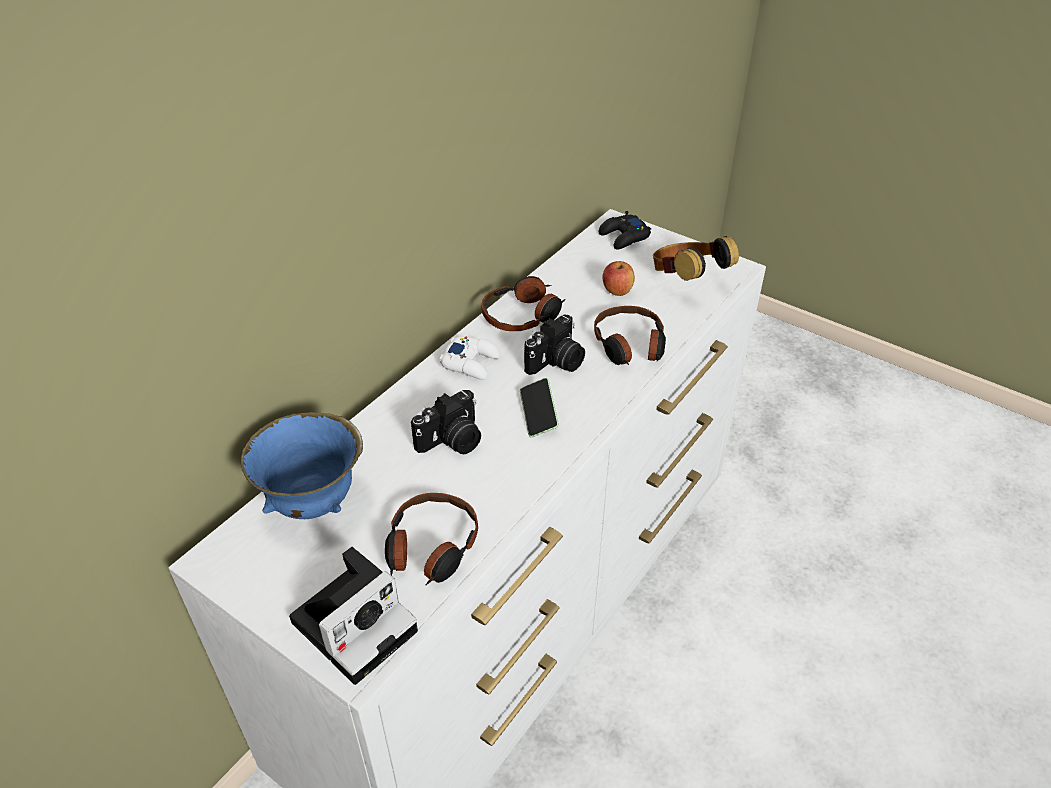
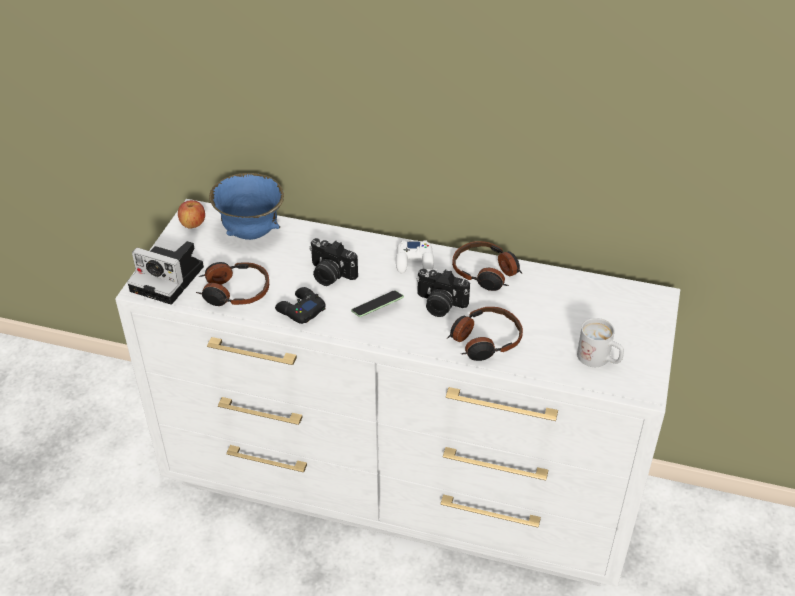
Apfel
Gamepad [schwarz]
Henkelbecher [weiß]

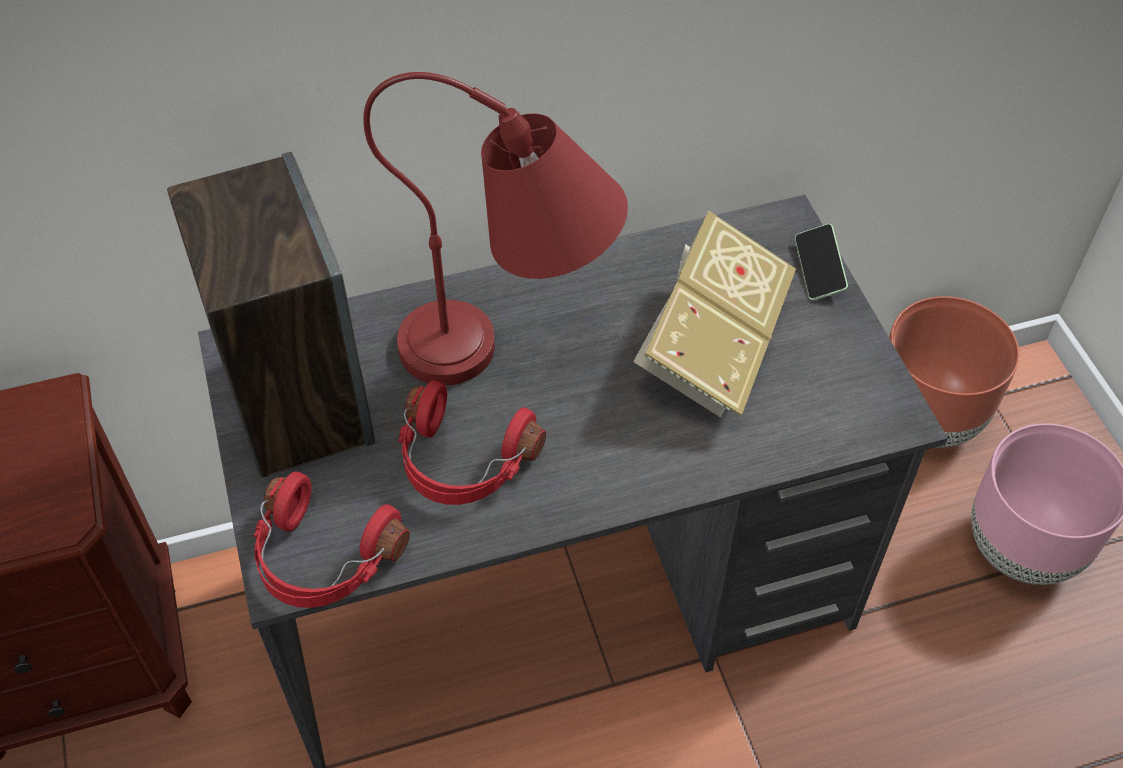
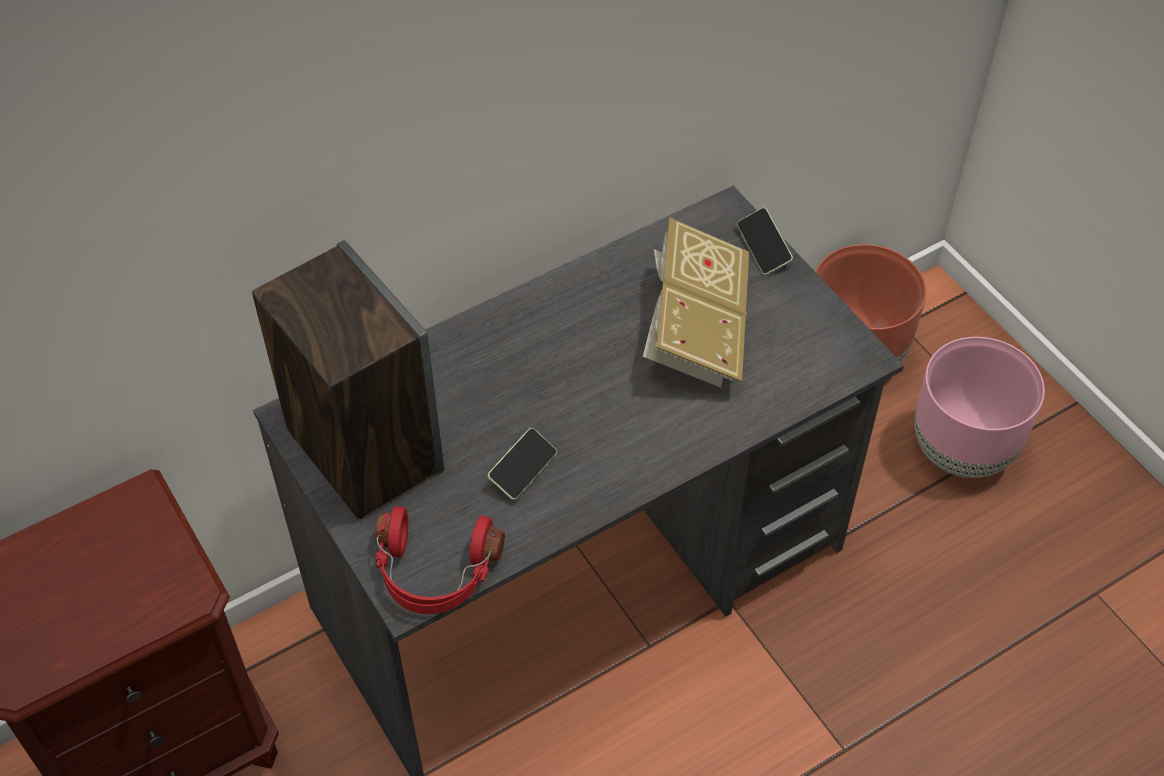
Handy (1st from left)
Tischlampe [rot]

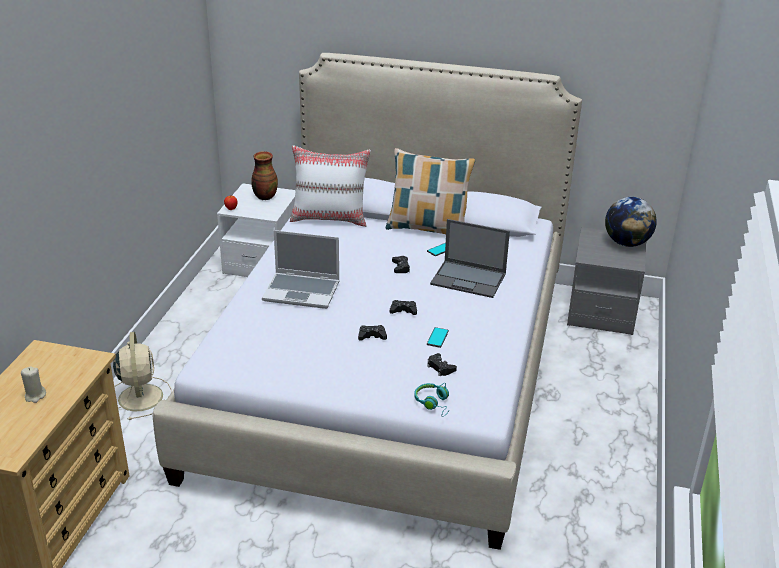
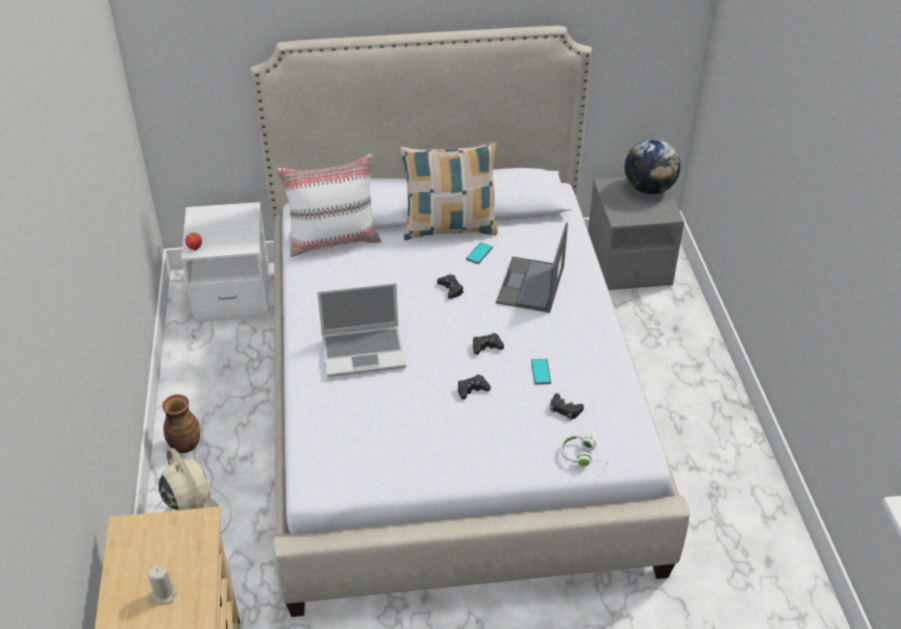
Vase
Laptop (2nd from left)
Kopfhörer [weiß]

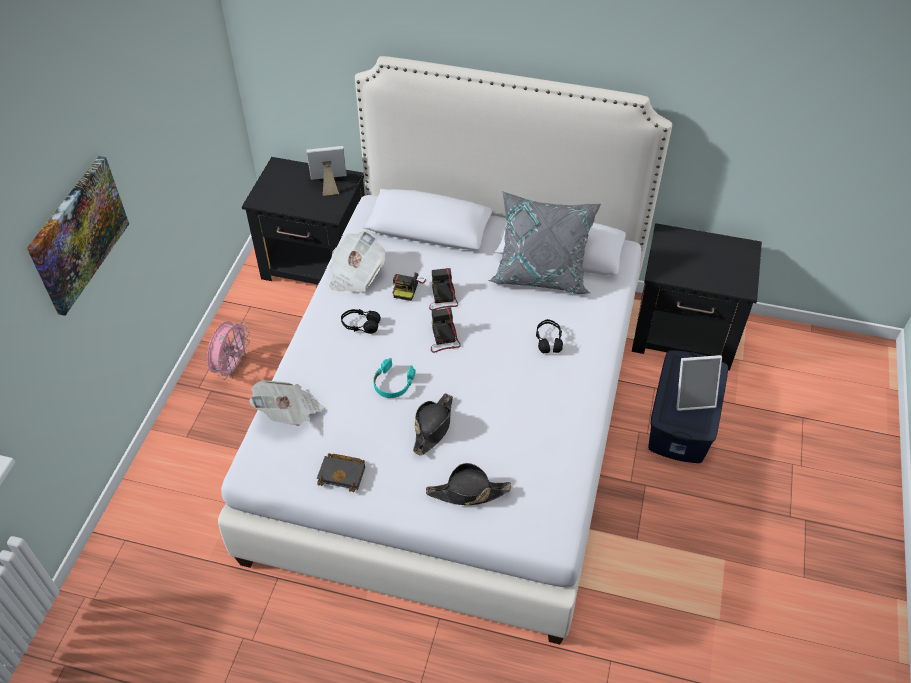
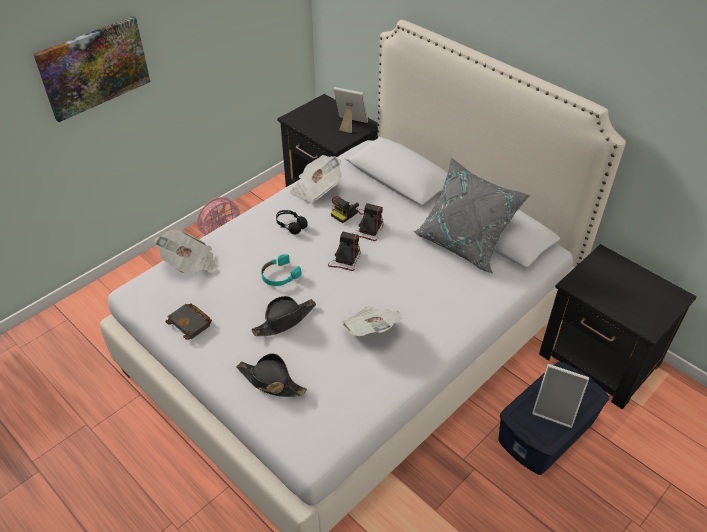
Zeitung (3rd from left)
Kopfhörer [schwarz] (2nd from left in the first image)

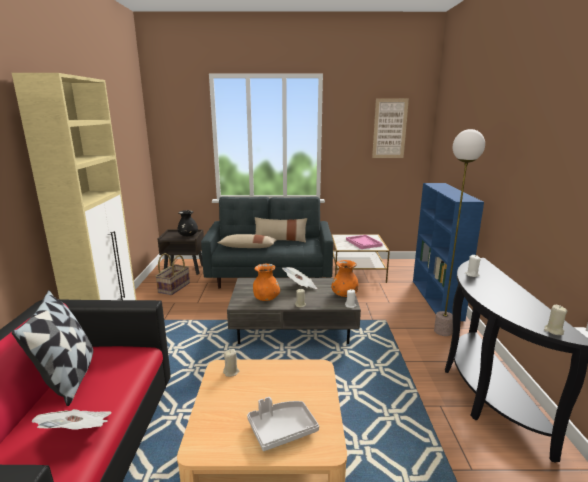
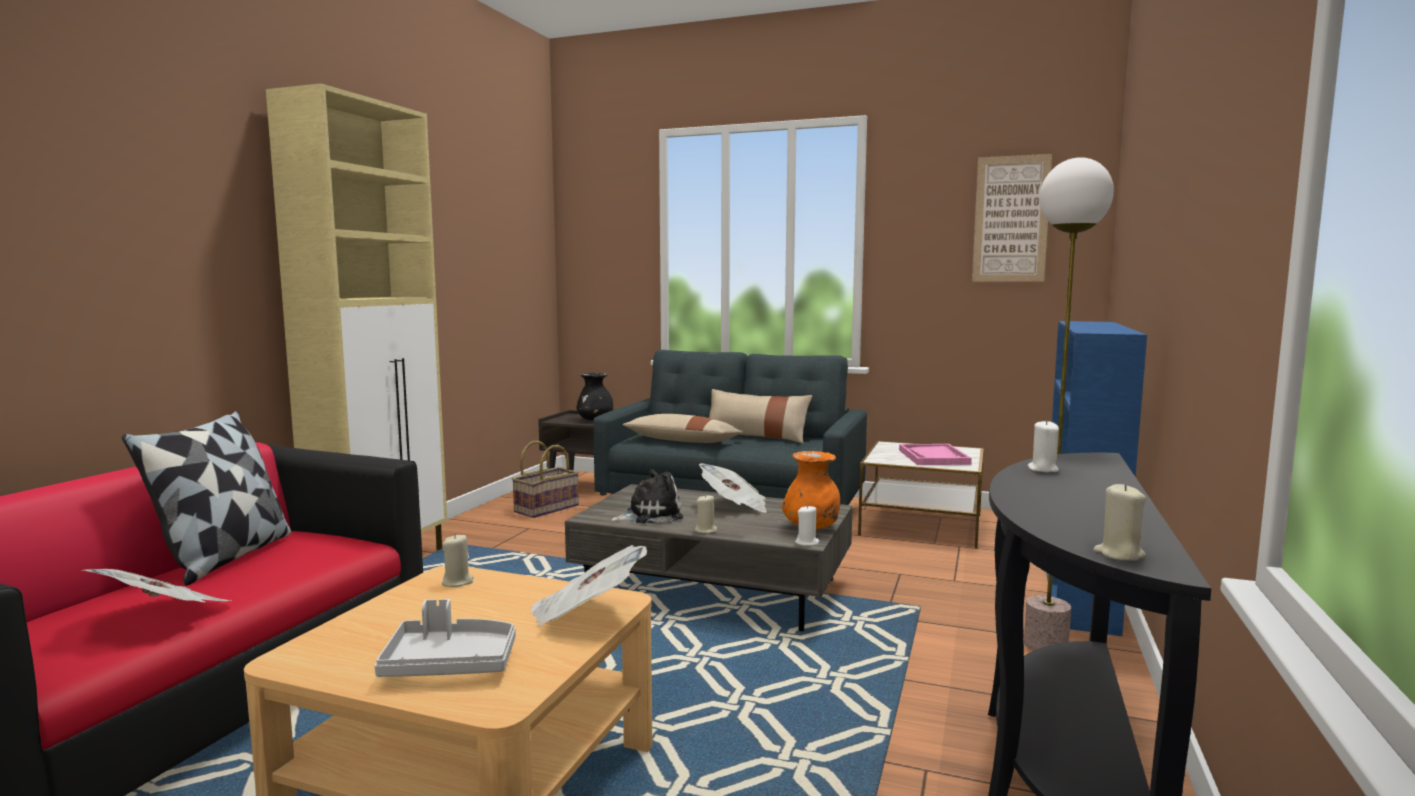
Zeitung (2nd from left)
Plüschtier

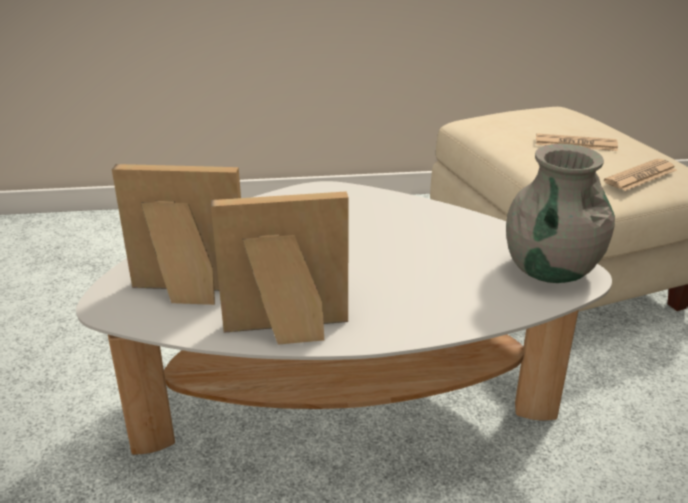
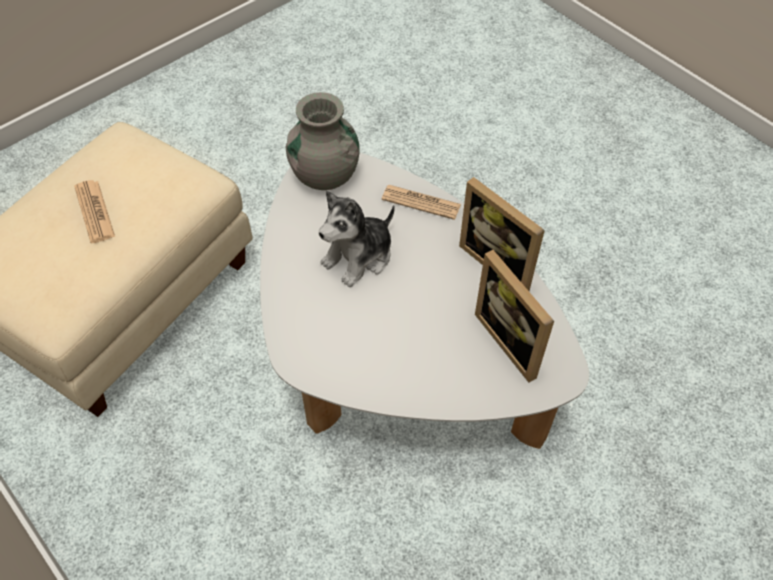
Plüschtier
Zeitung (2nd from left)

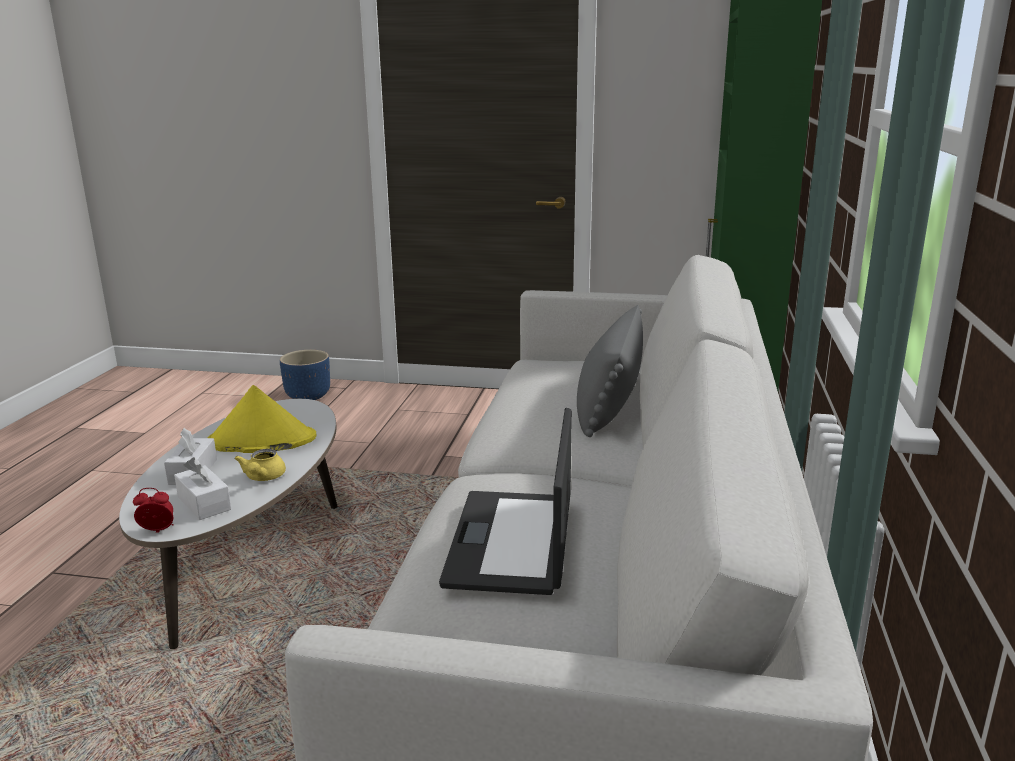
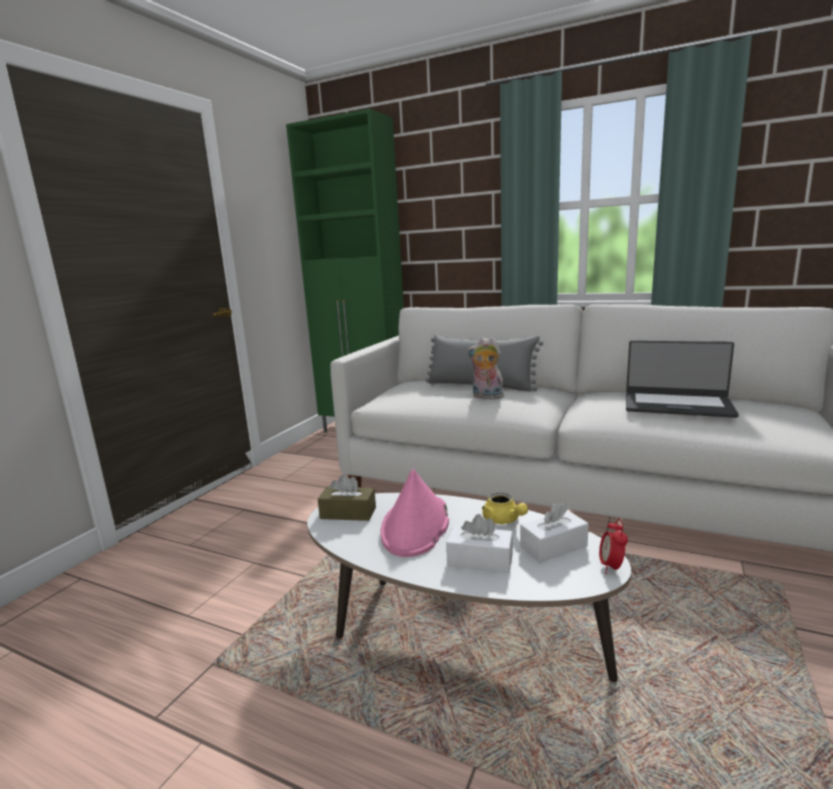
Taschentuchbox [braun]
Hut [rosa]
Plüschtier
Teekanne [gelb]
Pflanzkübel [blau]

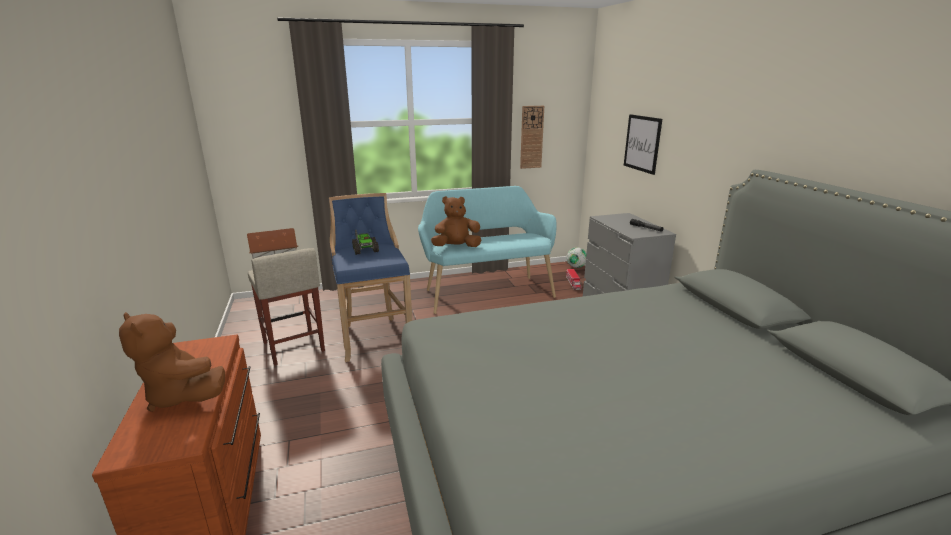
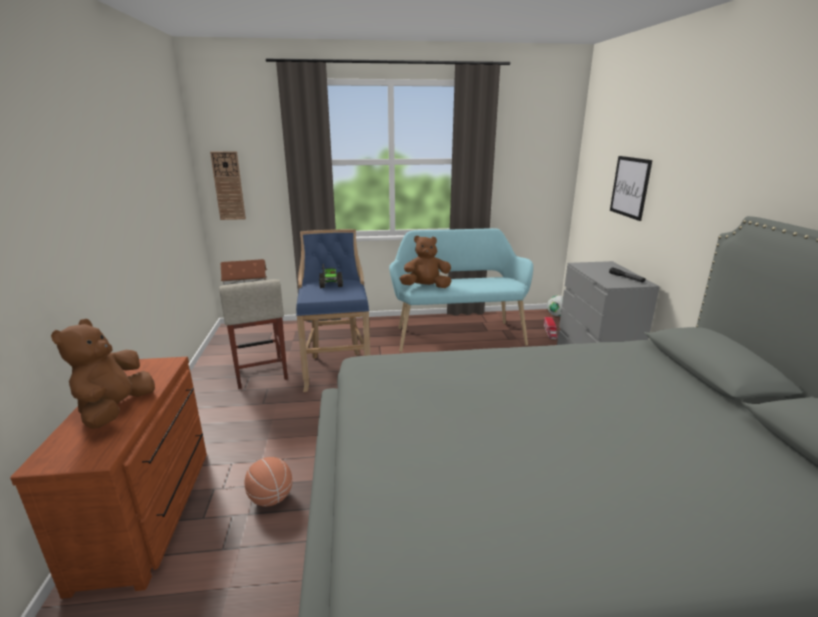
Plüschtier [braun] (1st from left)
Wanduhr
Basketball

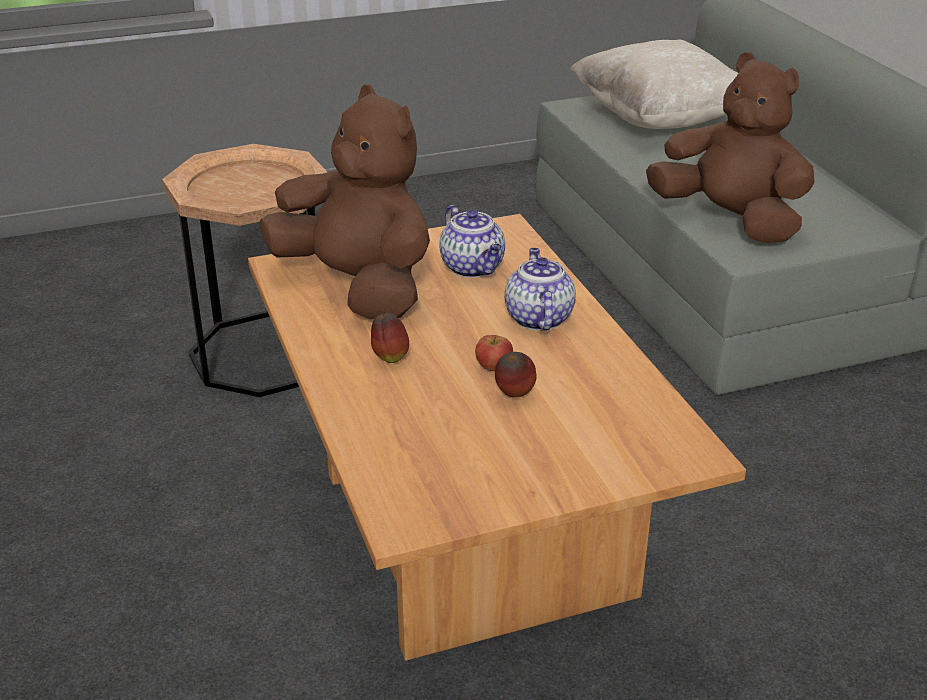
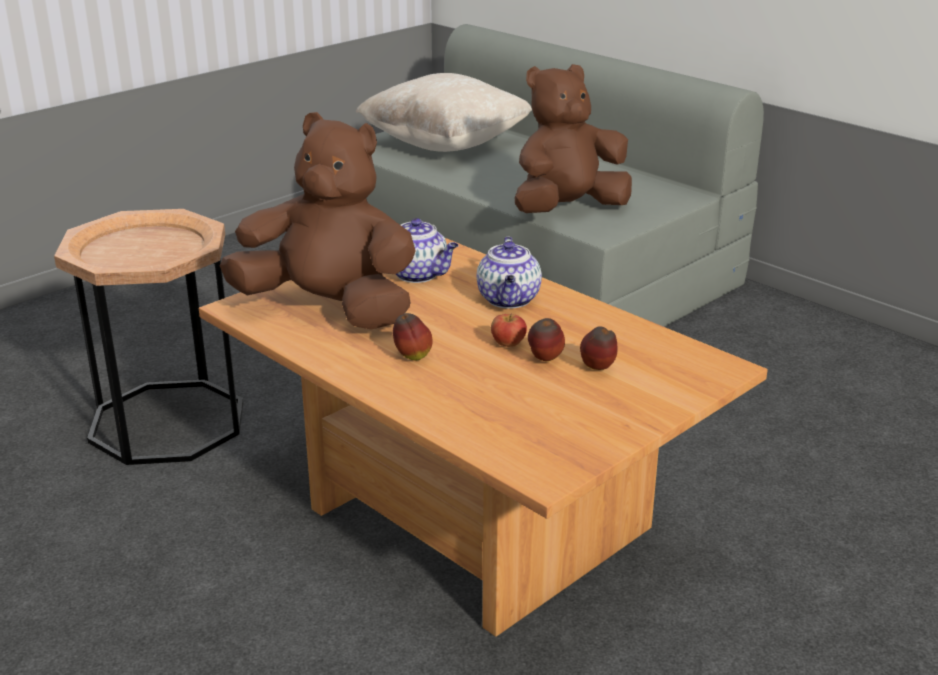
Teekanne (2nd from left)
Plüschtier [braun] (2nd from left)
Apfel (4th from left)

